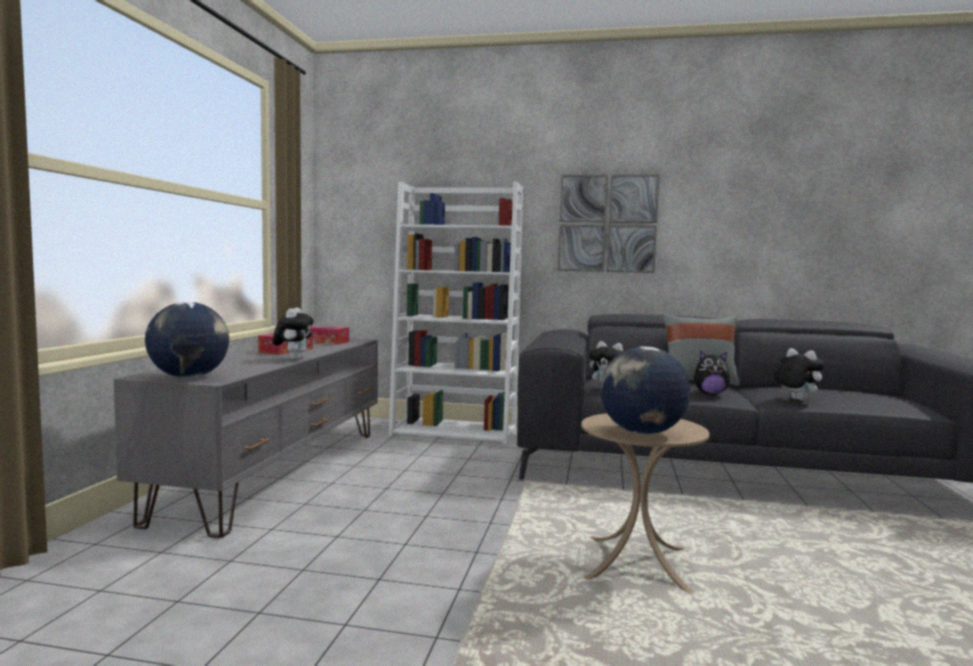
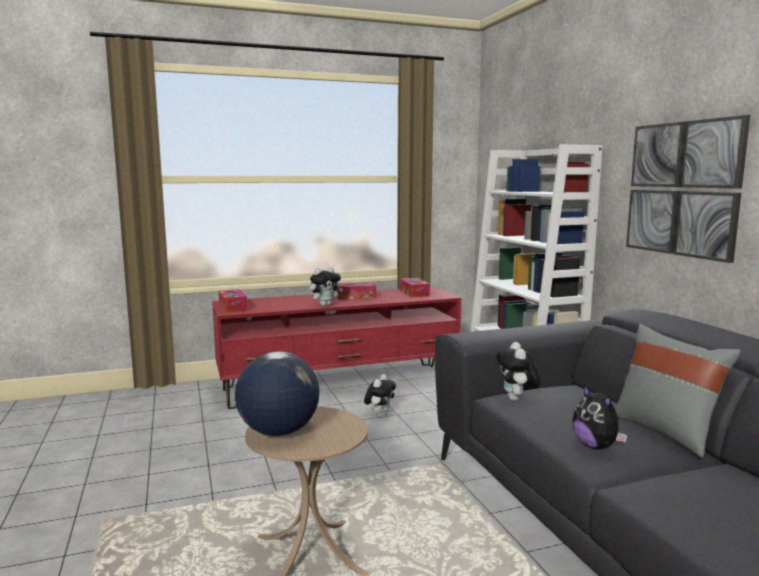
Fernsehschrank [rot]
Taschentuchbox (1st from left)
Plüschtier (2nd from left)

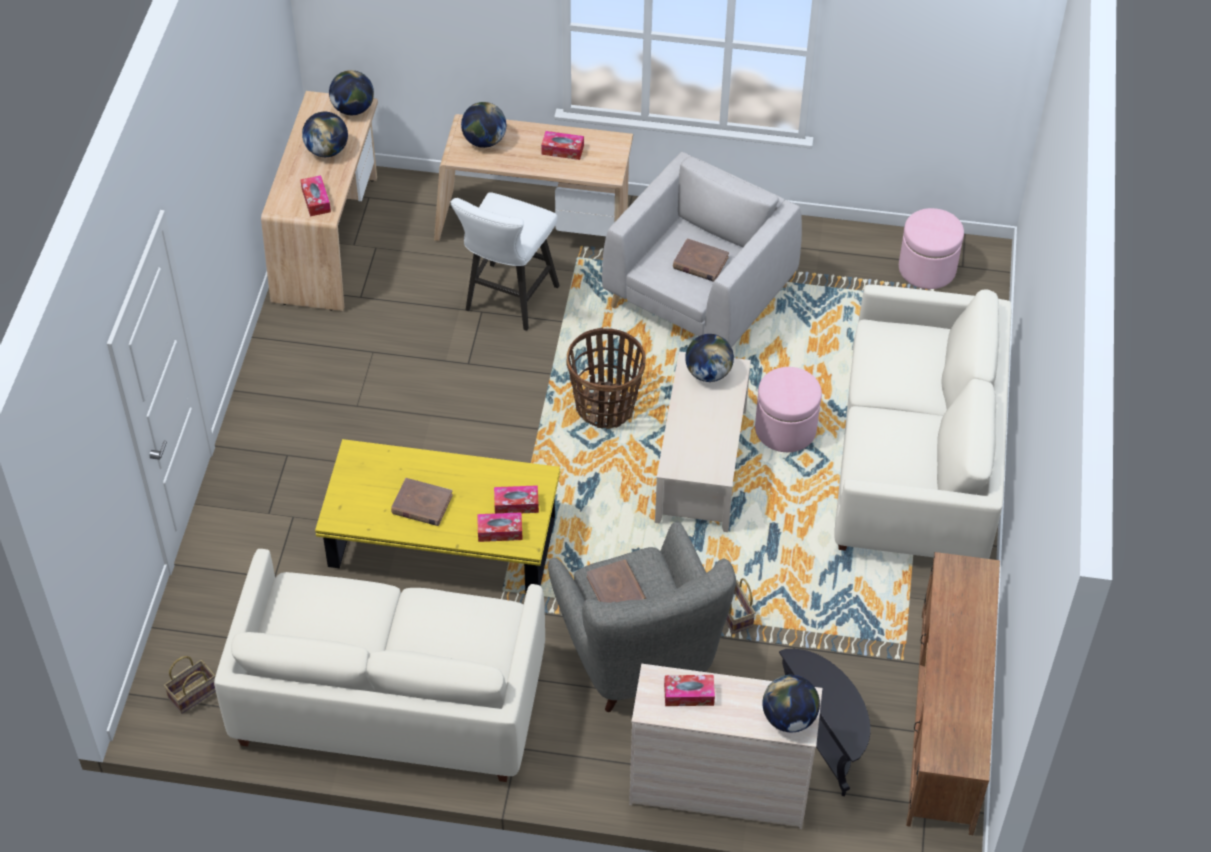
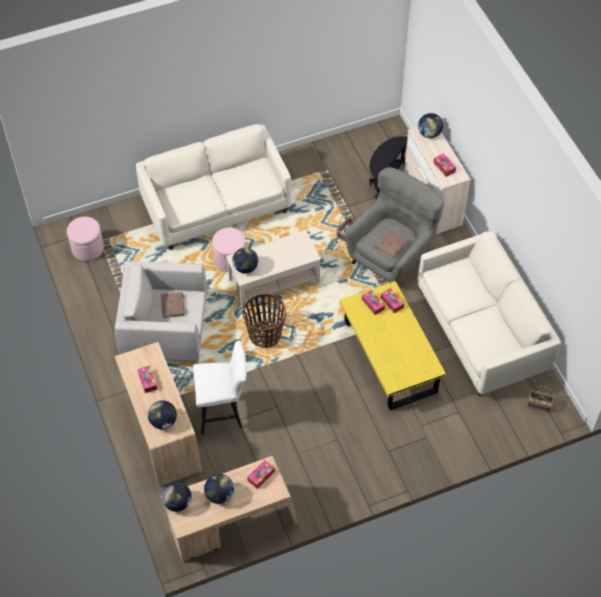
Buch [braun] (1st from left in the first image)
Fernsehschrank [braun]

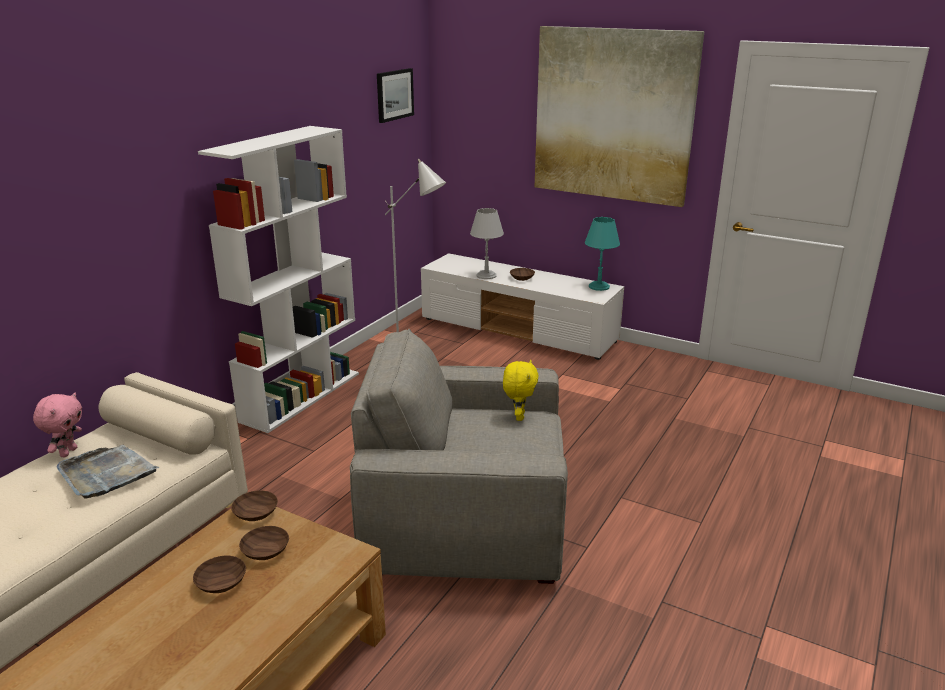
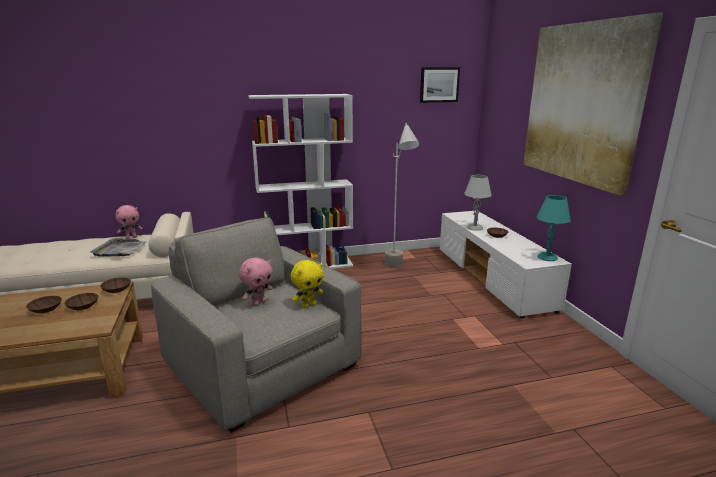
Plüschtier [rosa] (2nd from left)

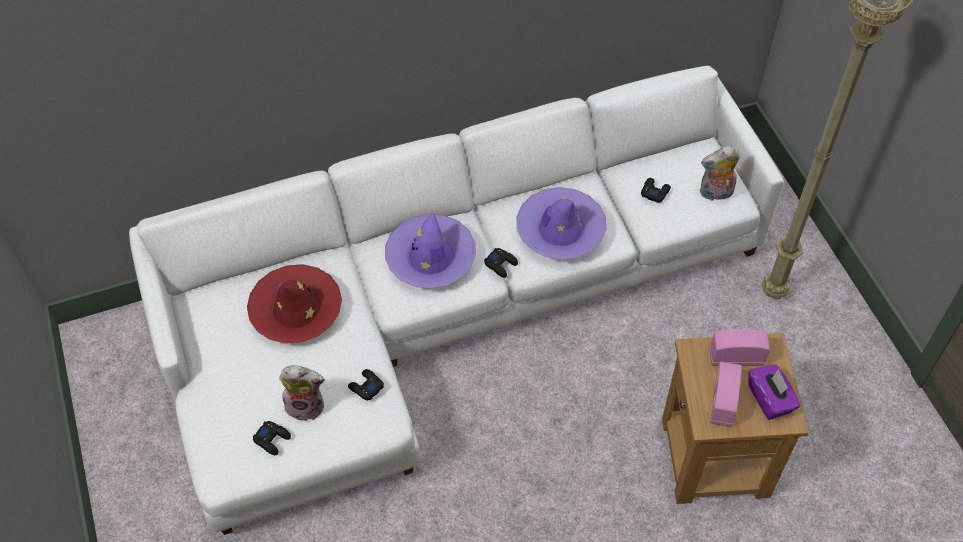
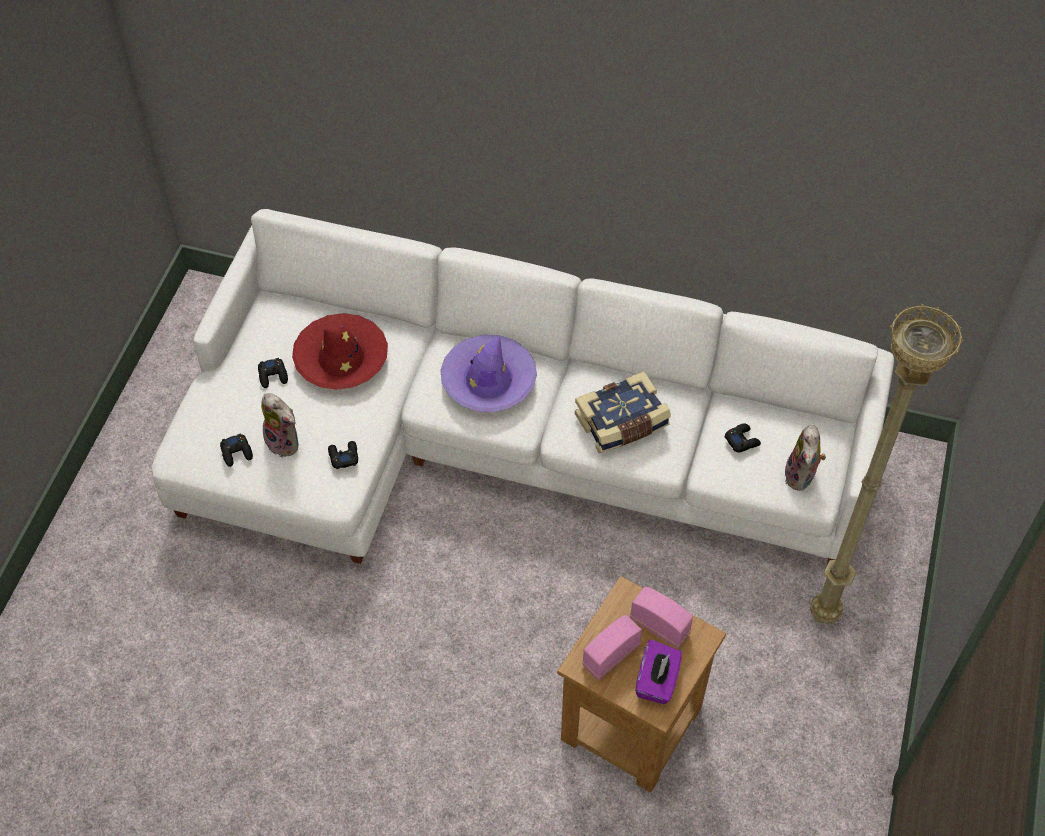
Gamepad [schwarz] (2nd from left)
Buch
Plüschtier (2nd from left)

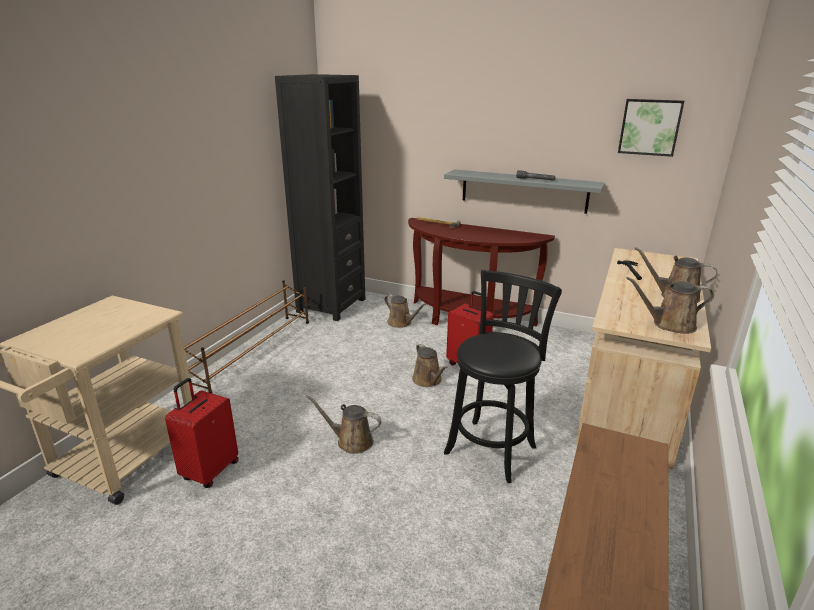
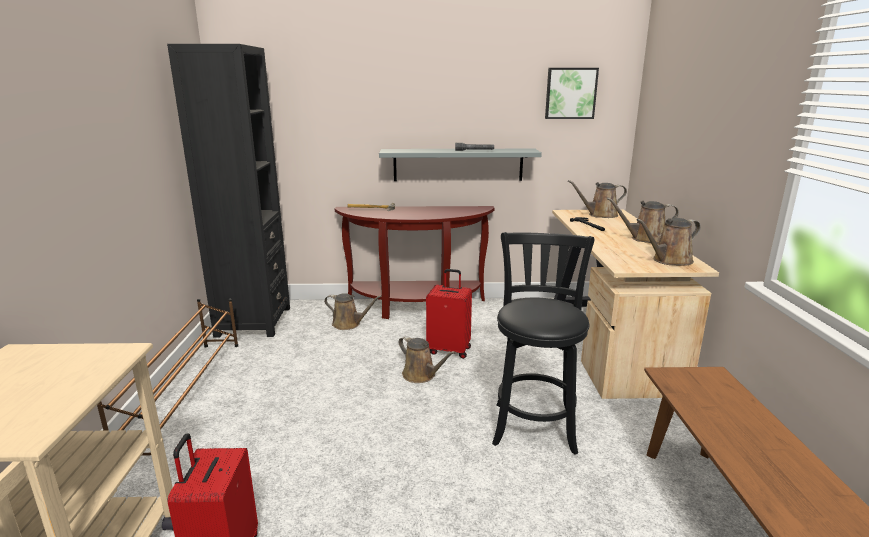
Gießkanne [braun] (3rd from left)

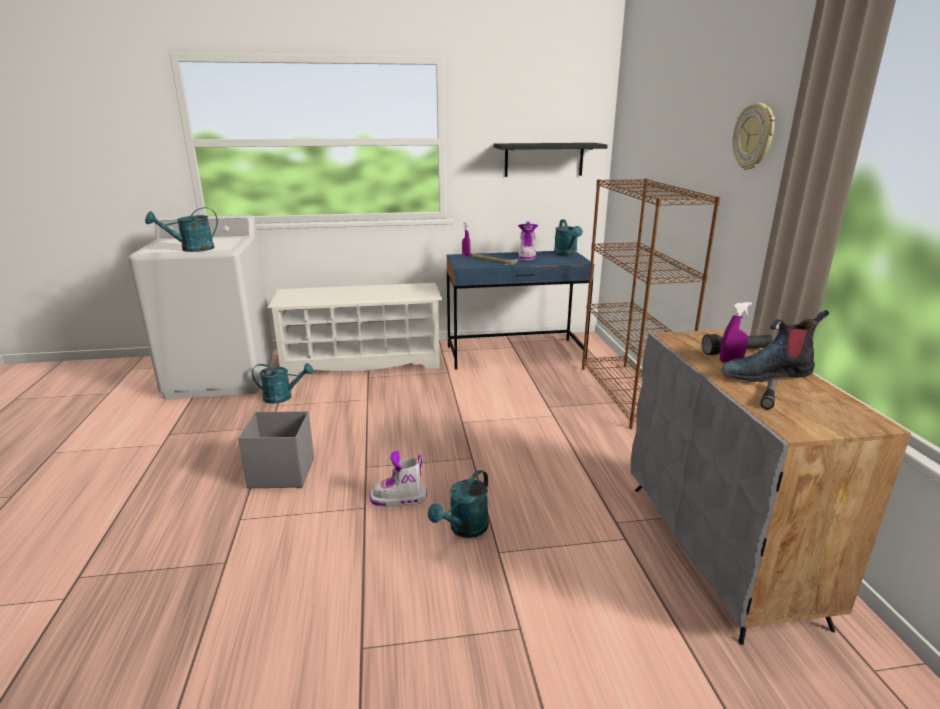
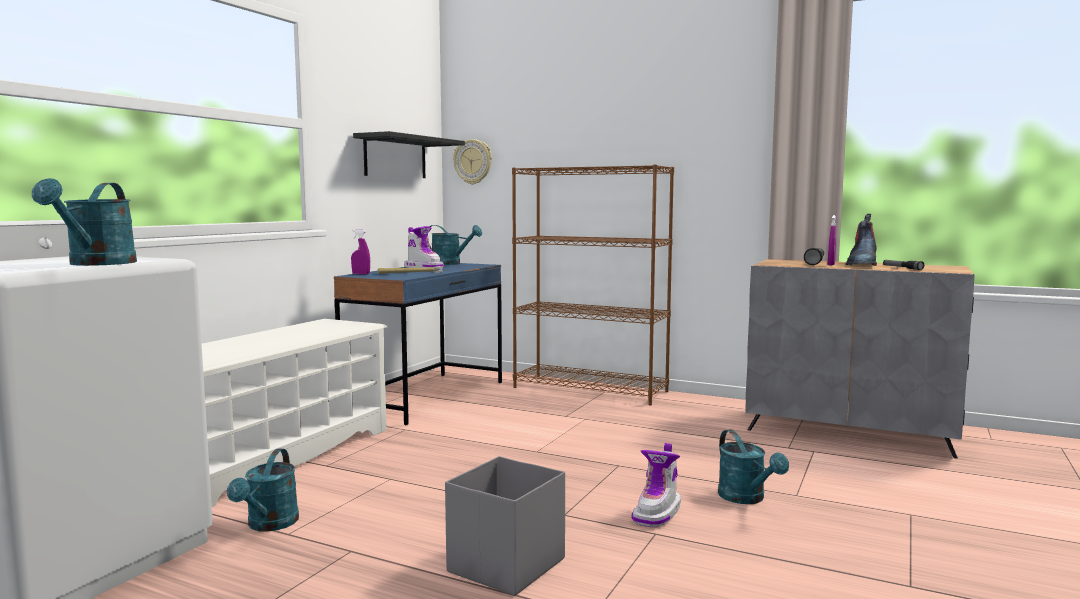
Gießkanne [türkis] (2nd from left)
Wanduhr

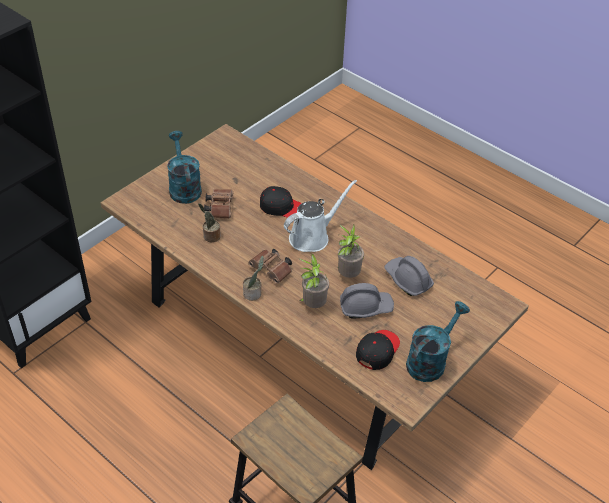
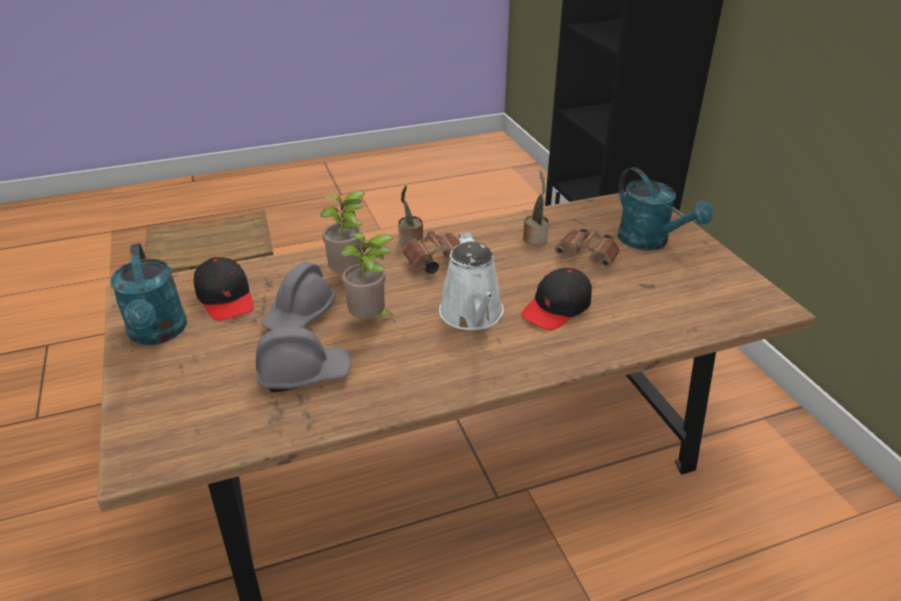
Gießkanne [türkis] (2nd from left)

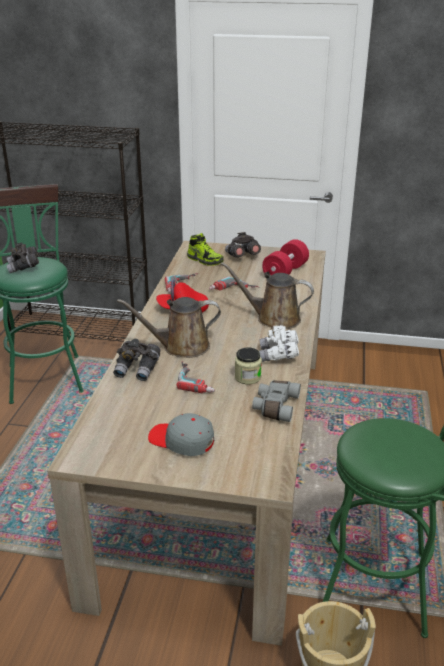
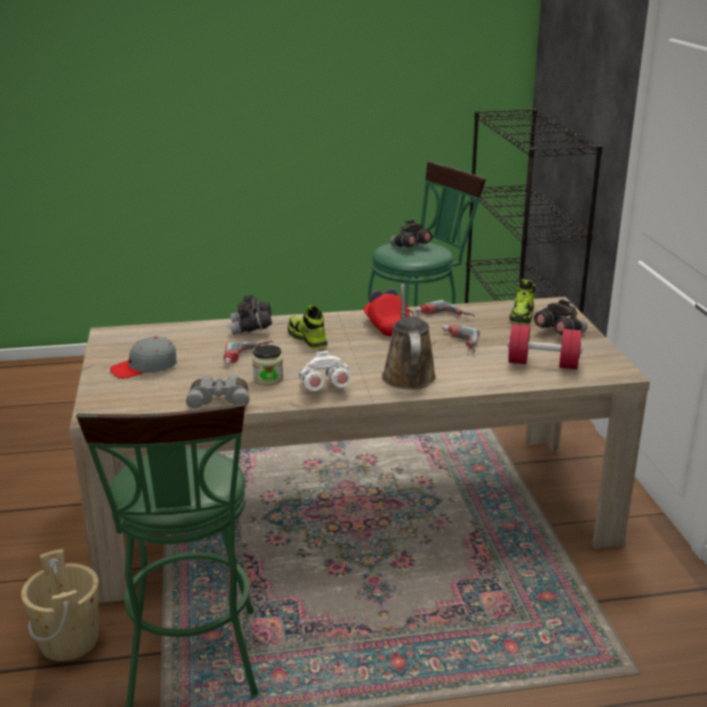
Kappe [grau]
Schuh (1st from left)

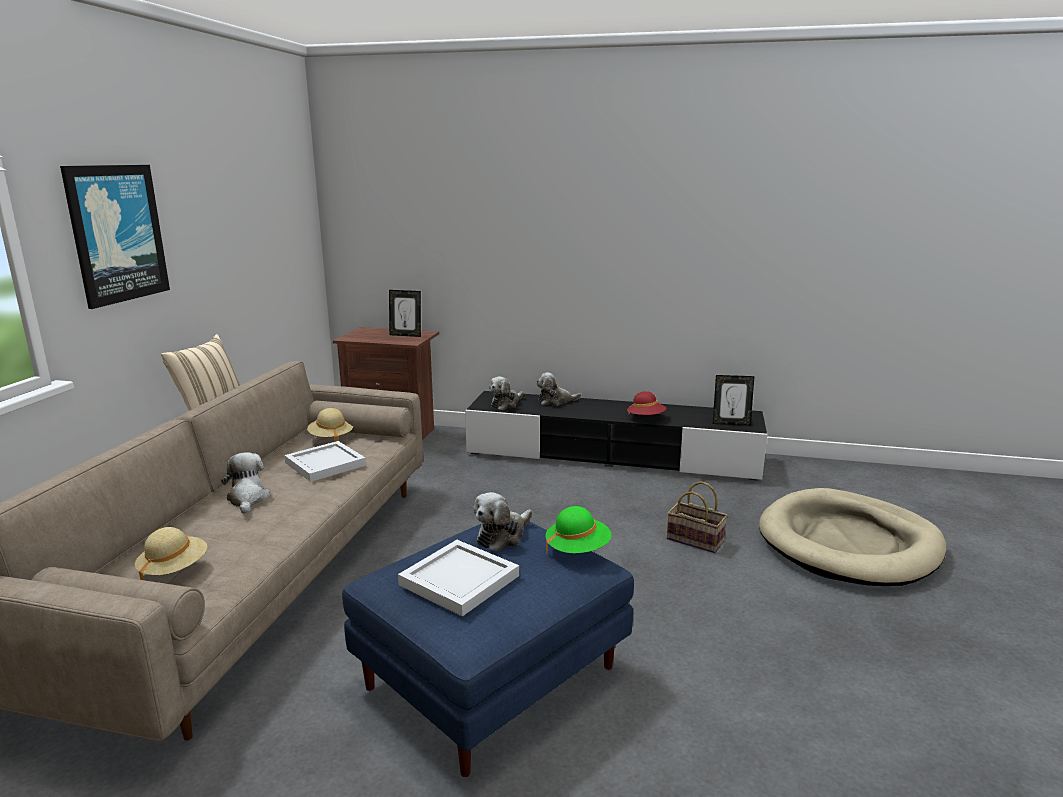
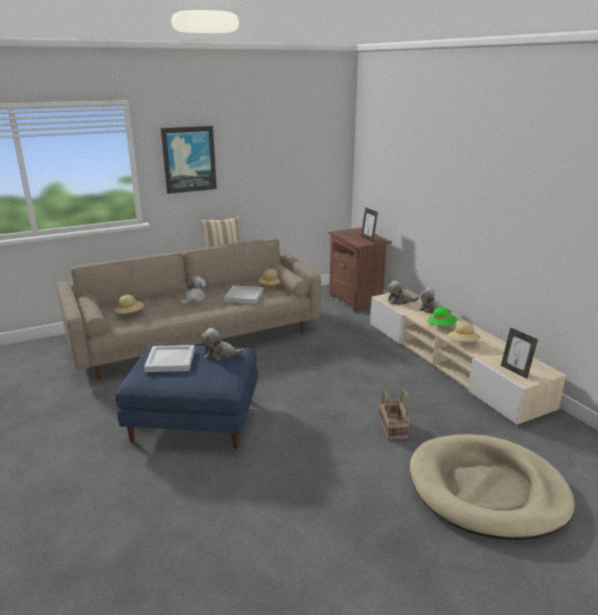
Fernsehschrank [beige]
Hut [grün]
Hut [beige] (3rd from left)

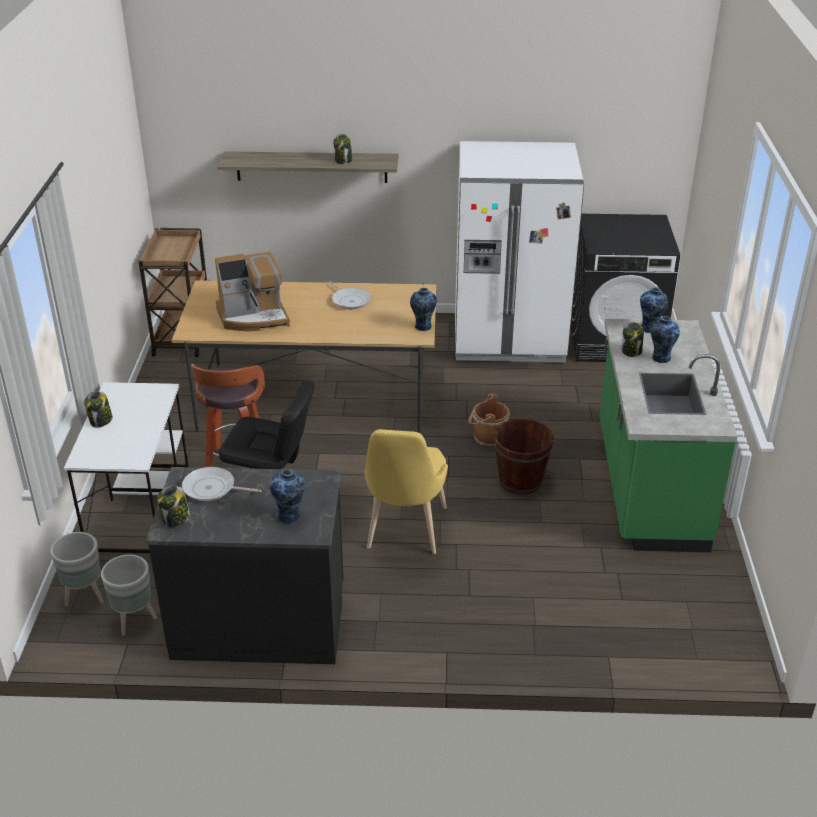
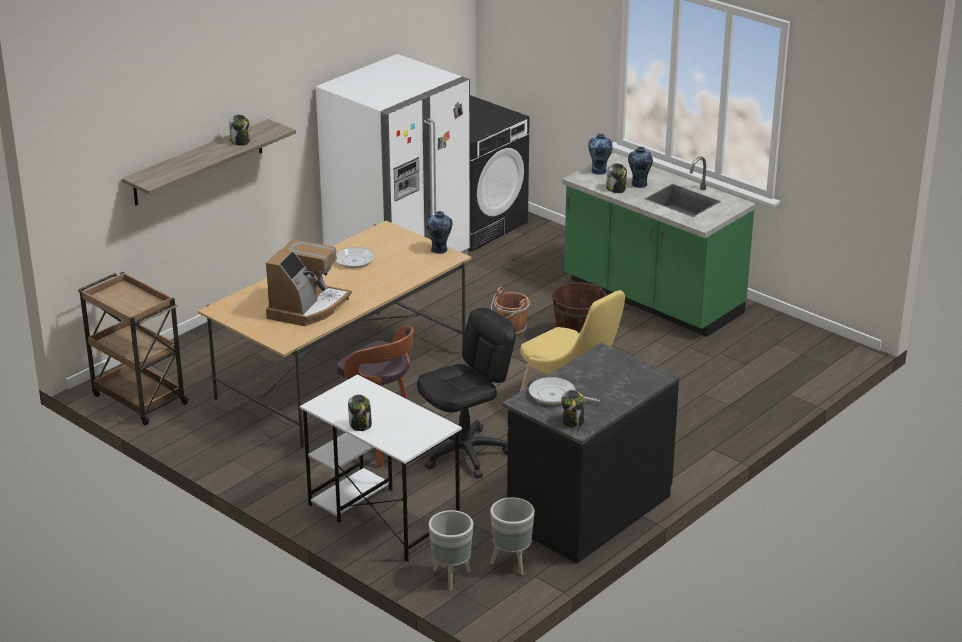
Pfanne (2nd from left)
Vase (1st from left in the first image)

